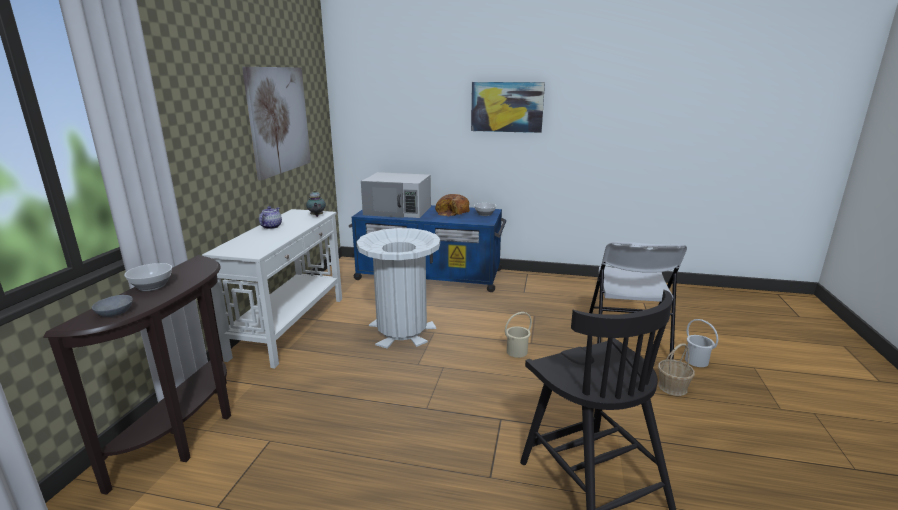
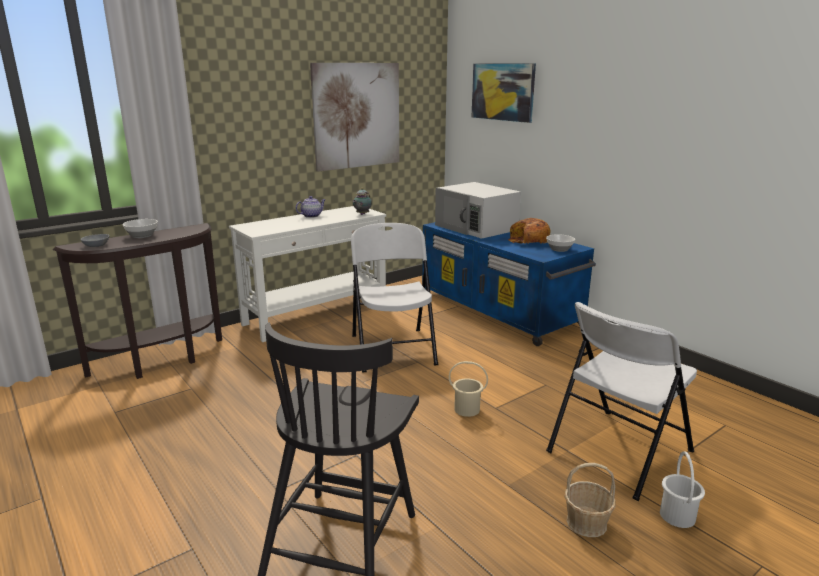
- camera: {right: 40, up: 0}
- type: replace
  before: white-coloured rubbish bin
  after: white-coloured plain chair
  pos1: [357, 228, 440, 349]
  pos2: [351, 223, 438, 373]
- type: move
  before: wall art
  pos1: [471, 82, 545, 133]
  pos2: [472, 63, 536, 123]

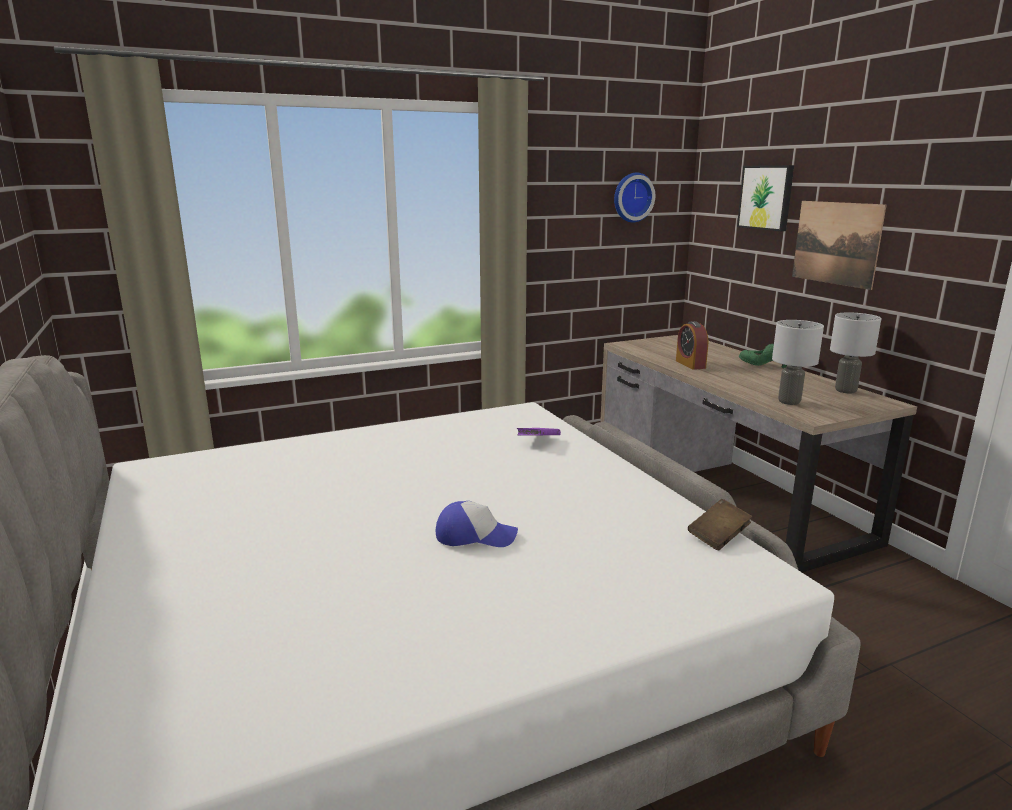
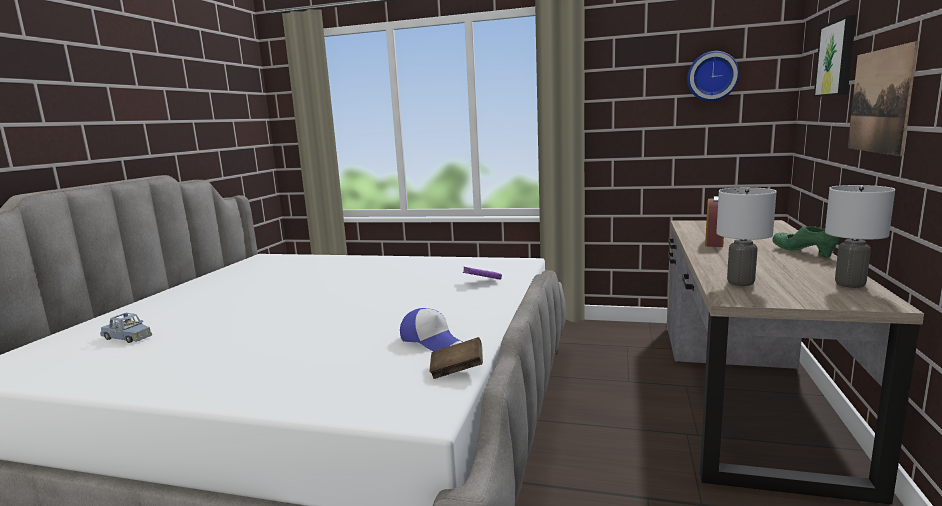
- camera: {right: 40, up: -5}
- type: move
  before: cap
  pos1: [435, 501, 518, 547]
  pos2: [400, 308, 462, 351]
- type: insert
  after: blue miniature car
  pos2: [100, 313, 152, 343]

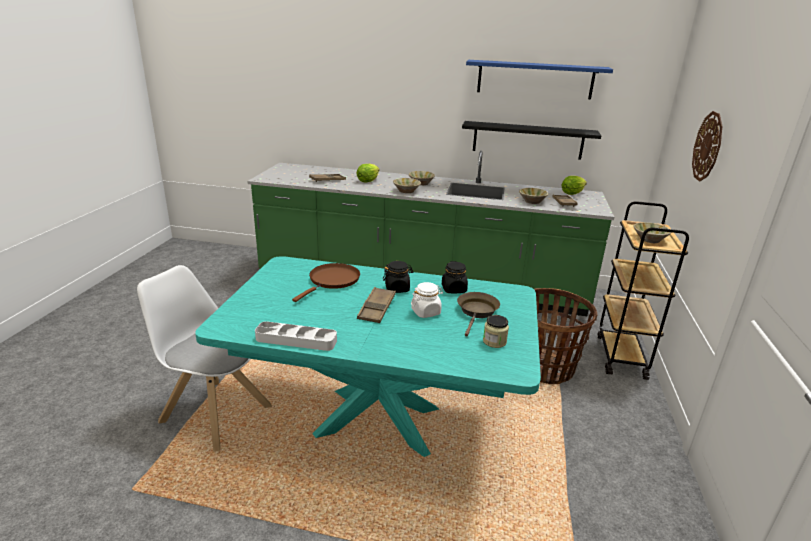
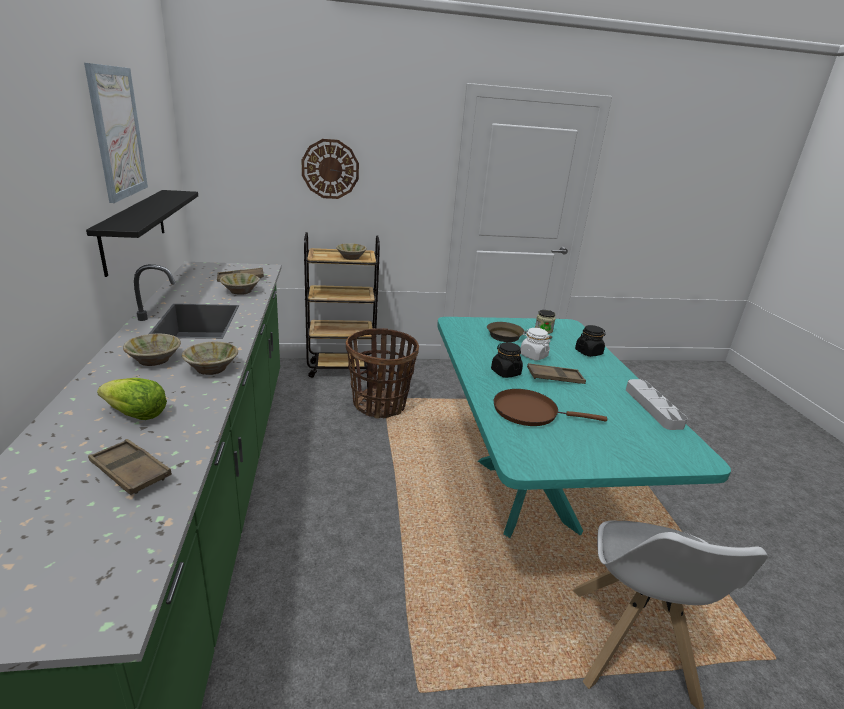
- camera: {right: -110, up: 0}
- type: move
  before: blackish jar
  pos1: [442, 261, 468, 293]
  pos2: [575, 325, 605, 357]
- type: replace
  before: blue shelf
  after: wall art
  pos1: [466, 60, 613, 99]
  pos2: [84, 63, 148, 203]
- type: delete
  before: lettuce
  pos1: [561, 176, 587, 195]

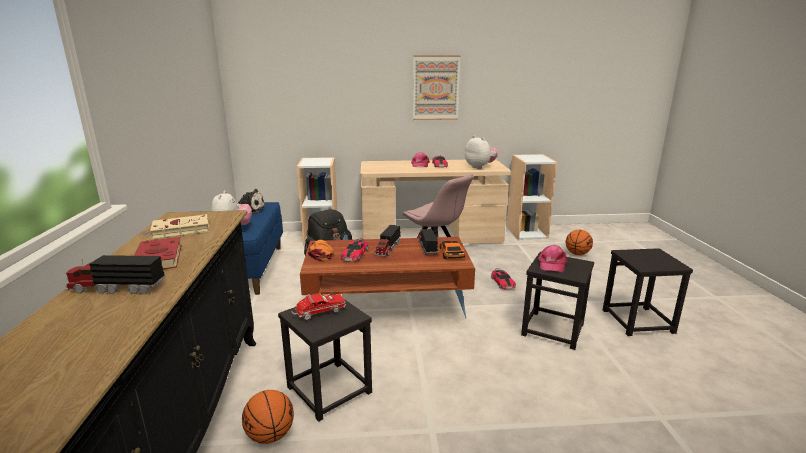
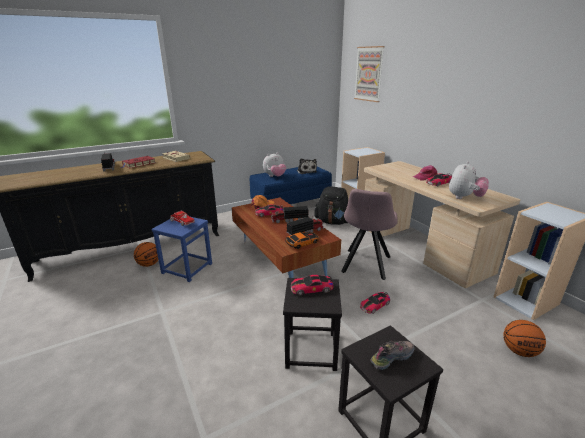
- camera: {right: 65, up: 5}
- type: recolor
  before: blackish stool seat
  after: blue stool seat
  pos1: [278, 293, 372, 422]
  pos2: [152, 217, 212, 282]
- type: move
  before: wall art
  pos1: [413, 55, 460, 120]
  pos2: [354, 46, 385, 102]
- type: replace
  before: pink-coloured cap
  after: miniature car
  pos1: [538, 245, 568, 272]
  pos2: [291, 275, 333, 296]
- type: insert
  after: item of footwear
  pos2: [370, 341, 415, 370]

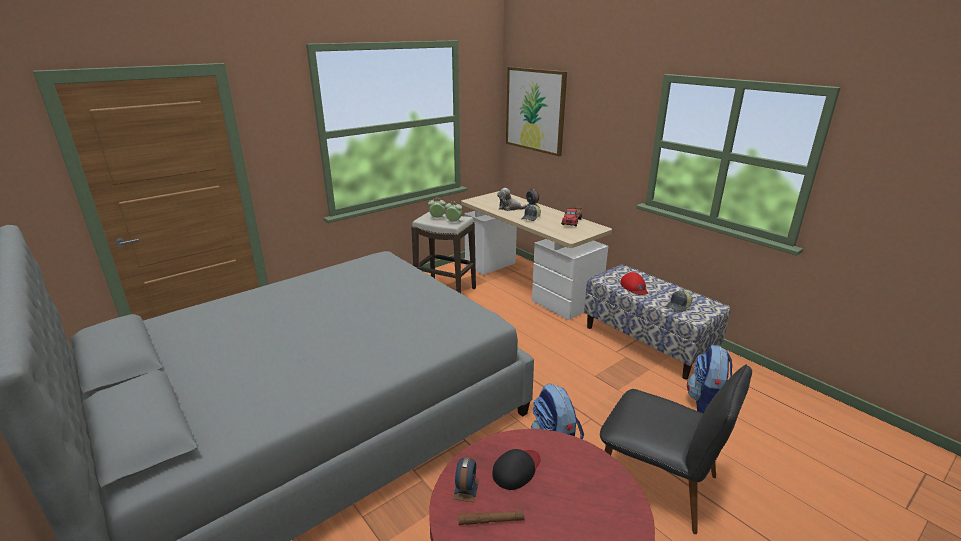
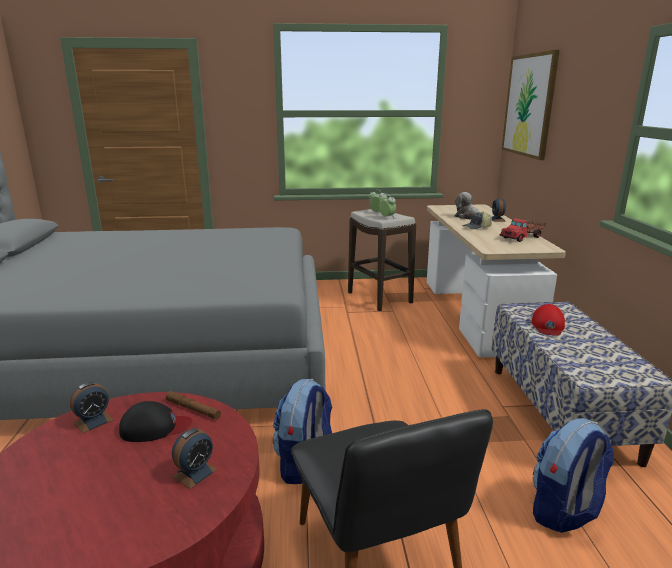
- camera: {right: 35, up: -5}
- type: move
  before: brown flashlight
  pos1: [458, 510, 525, 525]
  pos2: [166, 391, 221, 420]
- type: delete
  before: cap
  pos1: [665, 290, 692, 312]
- type: insert
  after: table clock
  pos2: [172, 428, 218, 489]

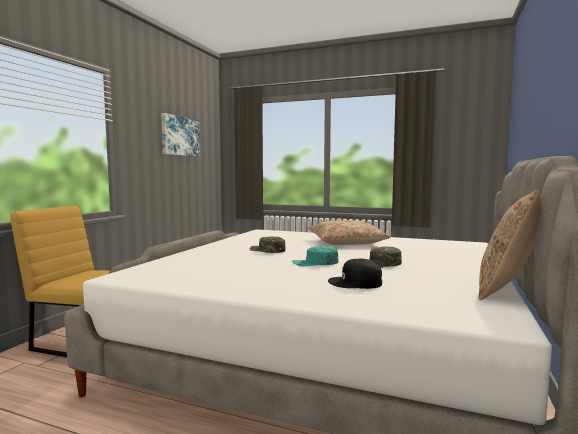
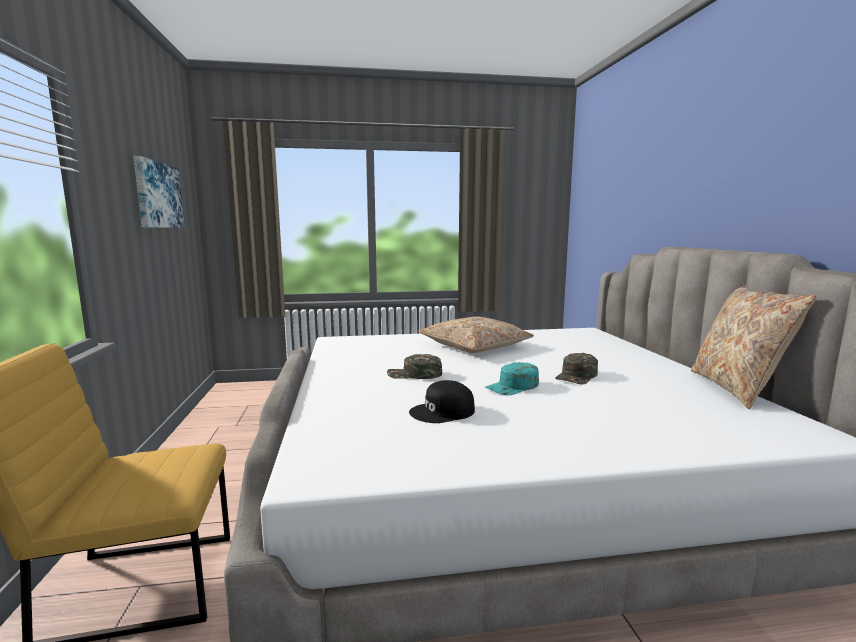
- camera: {right: -30, up: 5}
- type: move
  before: blackish cap
  pos1: [328, 259, 382, 289]
  pos2: [409, 380, 475, 423]

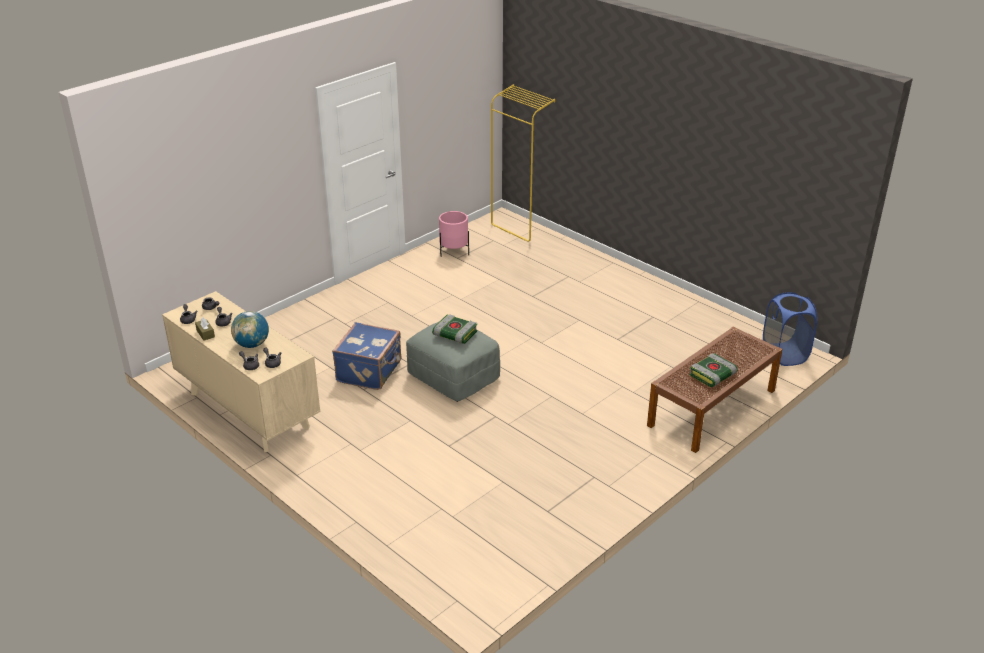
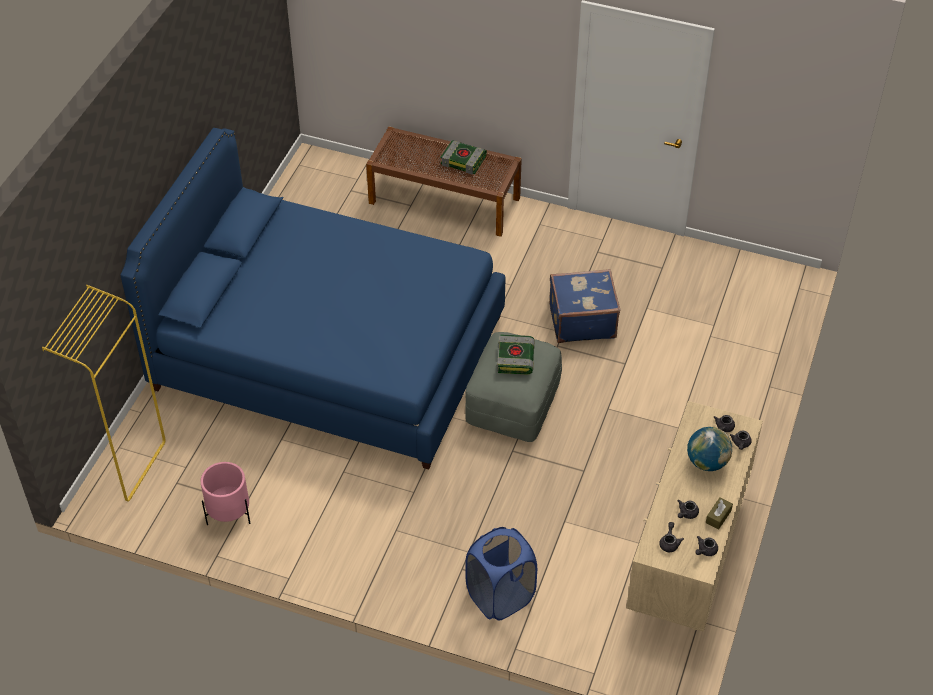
- camera: {right: -115, up: 15}
- type: move
  before: blue travel case
  pos1: [332, 322, 401, 390]
  pos2: [549, 269, 621, 343]
- type: move
  before: blue laundry basket
  pos1: [763, 292, 817, 366]
  pos2: [466, 527, 537, 620]
- type: insert
  after: blue bedroom bed
  pos2: [121, 128, 505, 469]

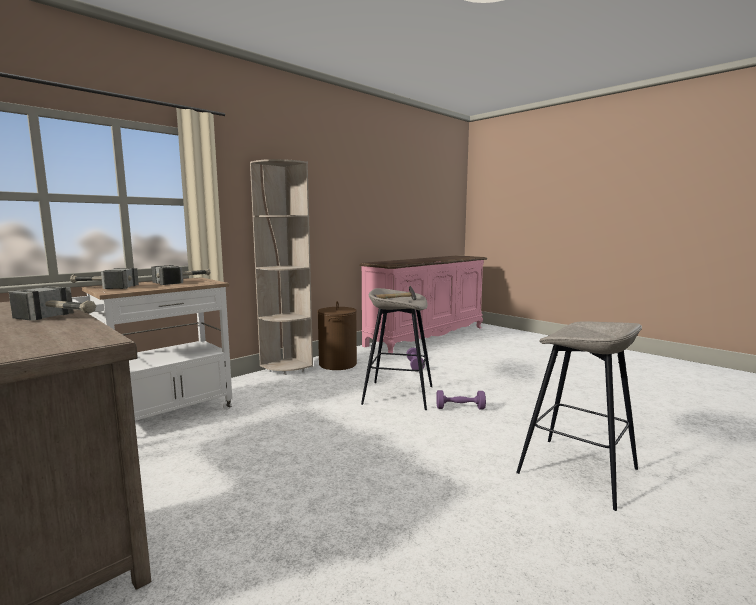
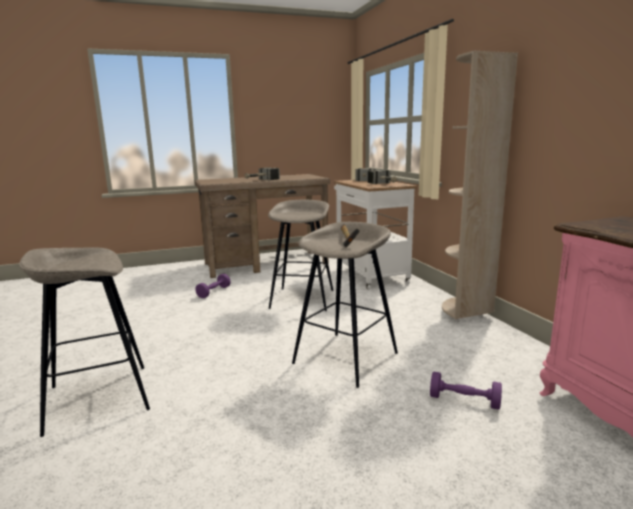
- camera: {right: 115, up: 5}
- type: delete
  before: brown laundry basket
  pos1: [317, 301, 357, 370]
- type: move
  before: purplish dumbbell
  pos1: [436, 390, 486, 409]
  pos2: [195, 274, 231, 298]
- type: insert
  after: grey stool seat
  pos2: [268, 200, 333, 311]

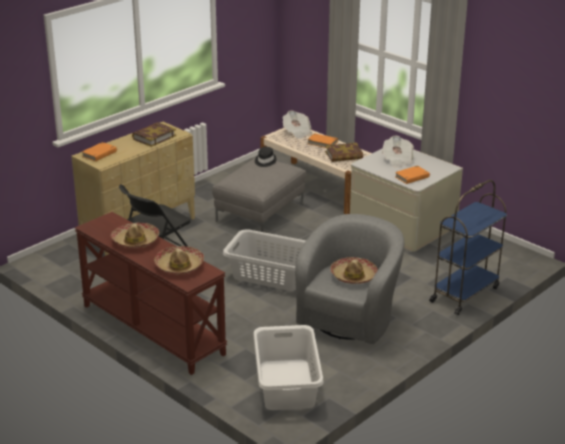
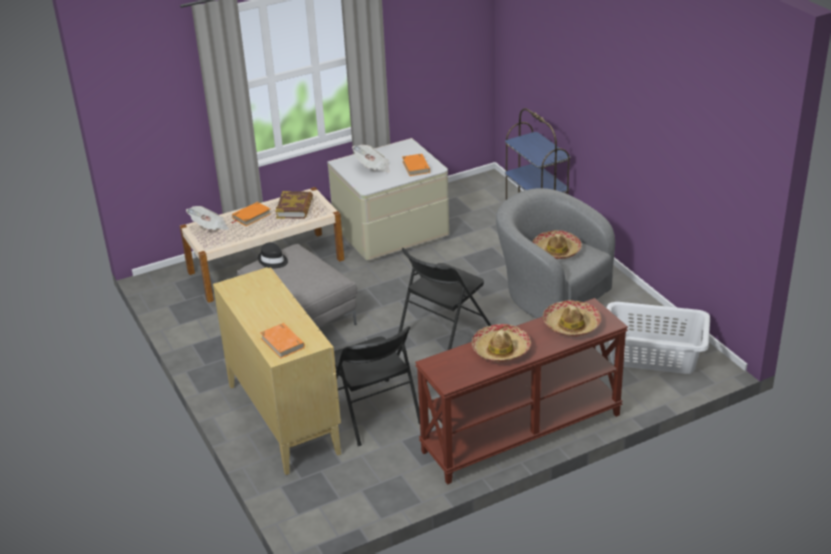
- camera: {right: -70, up: 5}
- type: delete
  before: bound book
  pos1: [132, 122, 176, 147]
- type: replace
  before: grey laundry basket
  after: blackish plain chair
  pos1: [223, 229, 306, 291]
  pos2: [398, 248, 491, 350]

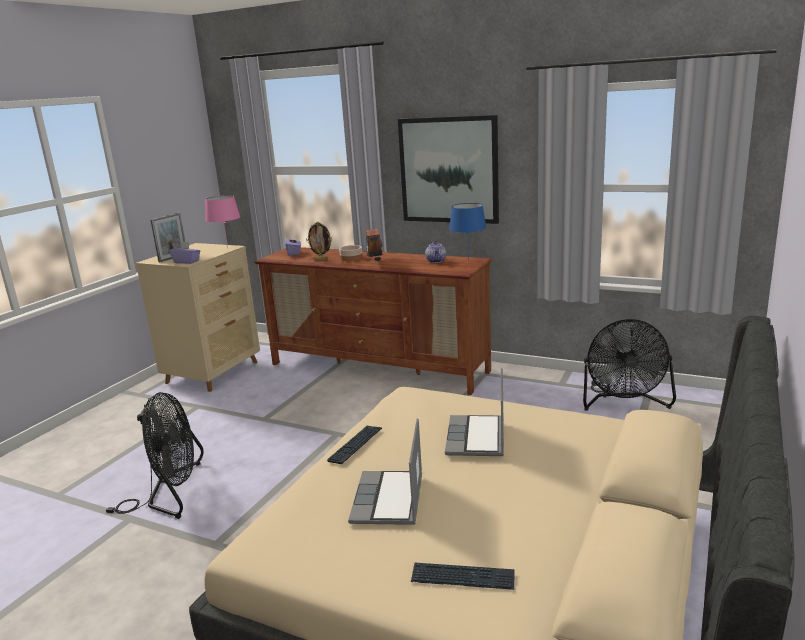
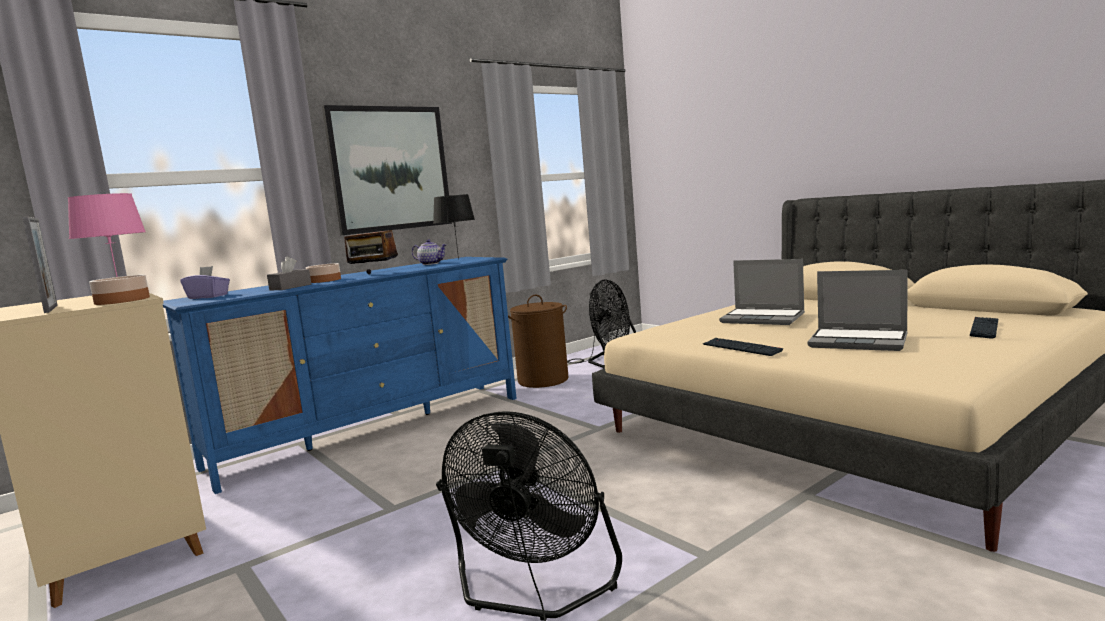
- camera: {right: -65, up: -10}
- type: replace
  before: purplish tissue holder
  after: deep dish
  pos1: [169, 241, 200, 264]
  pos2: [89, 275, 150, 305]
- type: recolor
  before: brown drawer chest
  after: blue drawer chest
  pos1: [254, 247, 492, 395]
  pos2: [163, 257, 517, 494]
- type: replace
  before: photo frame
  after: grey tissue holder
  pos1: [306, 221, 332, 261]
  pos2: [267, 257, 311, 290]
- type: recolor
  before: blue table lamp
  after: blackish table lamp
  pos1: [449, 203, 487, 258]
  pos2: [433, 194, 475, 259]
- type: insert
  after: brown laundry basket
  pos2: [508, 295, 569, 388]

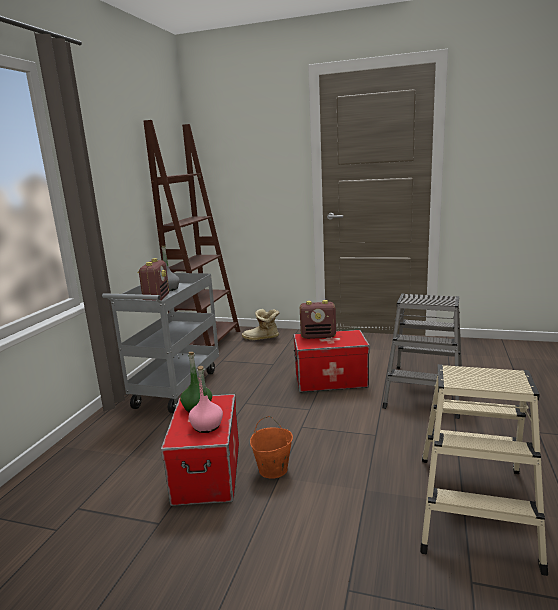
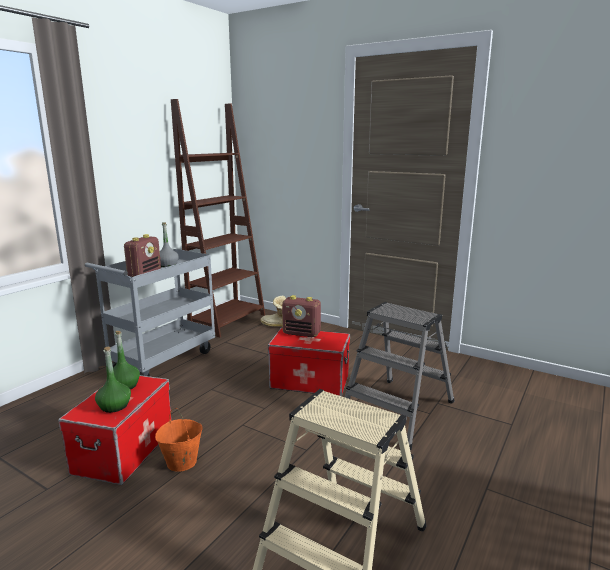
- camera: {right: 15, up: 0}
- type: recolor
  before: pink-coloured drink bottle
  after: greenish drink bottle
  pos1: [189, 366, 223, 433]
  pos2: [95, 347, 131, 413]

